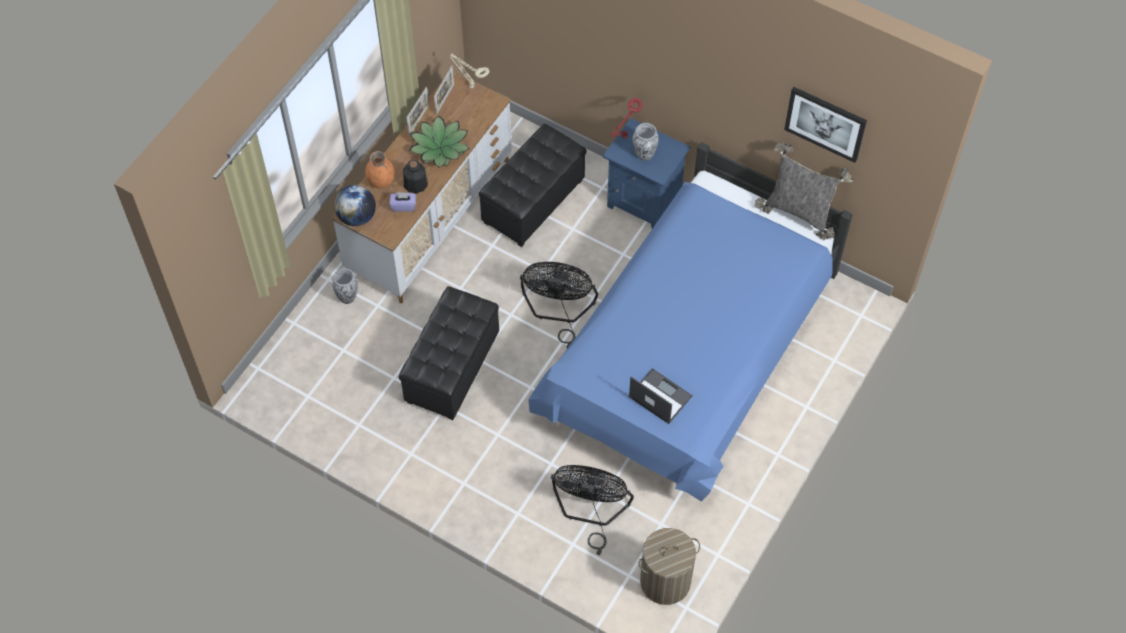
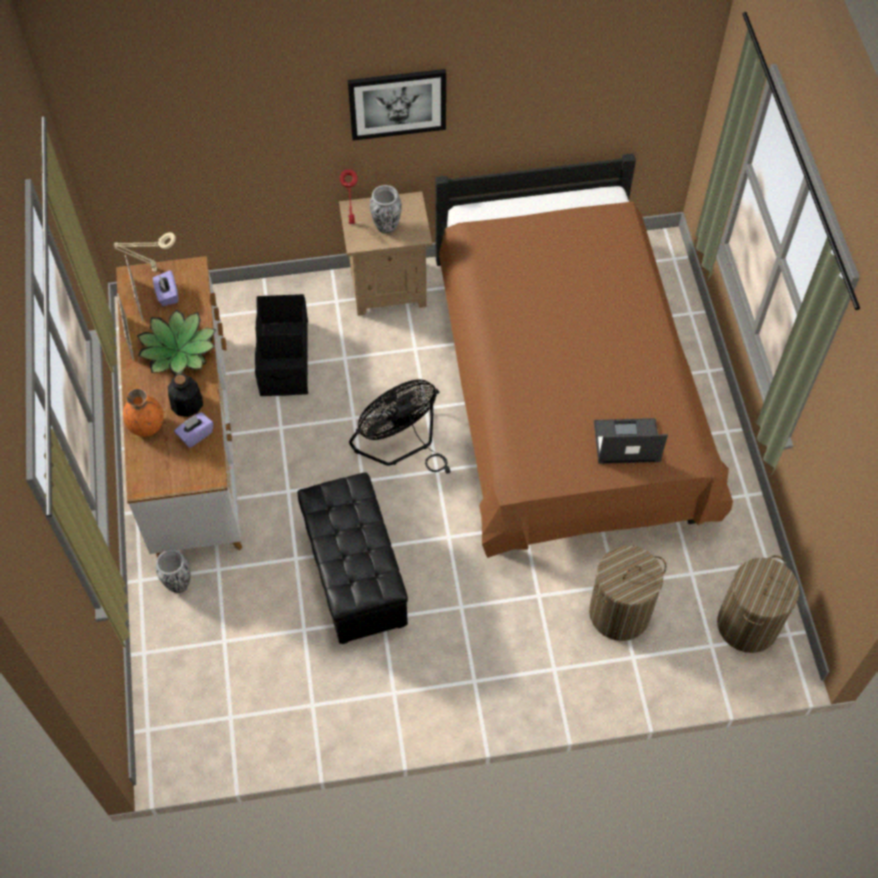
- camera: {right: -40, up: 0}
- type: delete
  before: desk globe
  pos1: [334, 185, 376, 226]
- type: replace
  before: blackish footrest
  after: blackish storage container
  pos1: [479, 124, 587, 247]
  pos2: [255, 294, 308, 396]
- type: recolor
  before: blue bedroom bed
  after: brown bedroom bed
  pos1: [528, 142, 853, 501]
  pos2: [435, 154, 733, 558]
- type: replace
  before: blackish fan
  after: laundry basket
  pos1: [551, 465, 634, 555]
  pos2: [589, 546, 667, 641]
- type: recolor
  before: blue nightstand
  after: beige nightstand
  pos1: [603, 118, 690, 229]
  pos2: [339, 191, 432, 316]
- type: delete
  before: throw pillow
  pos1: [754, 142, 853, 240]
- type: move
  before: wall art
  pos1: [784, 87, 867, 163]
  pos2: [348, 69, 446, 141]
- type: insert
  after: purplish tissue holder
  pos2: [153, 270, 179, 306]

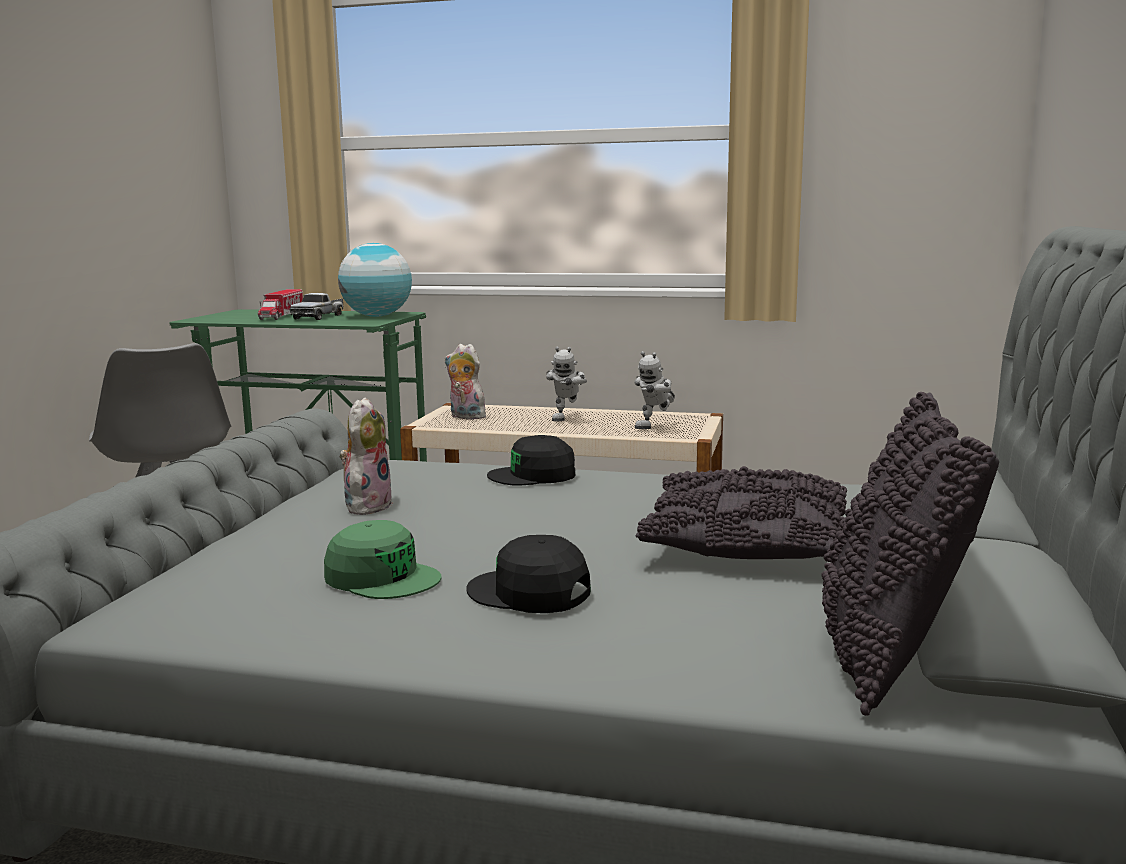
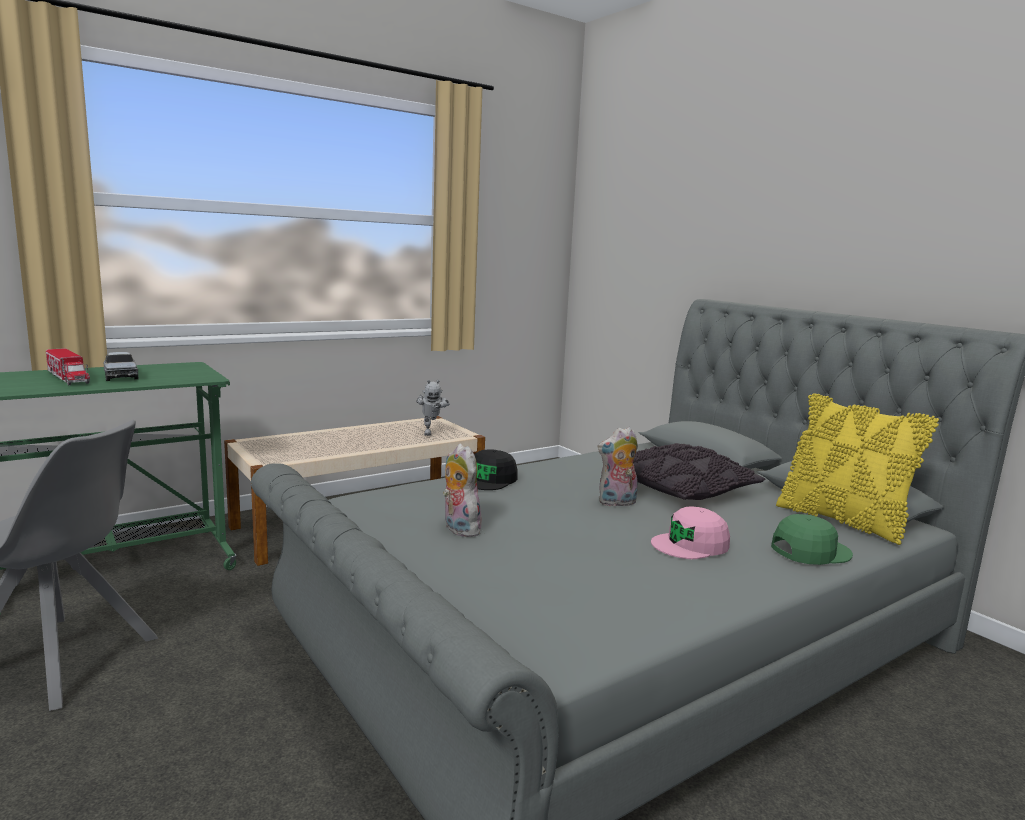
- camera: {right: -50, up: 0}
- type: move
  before: greenish cap
  pos1: [324, 520, 442, 599]
  pos2: [771, 514, 853, 565]
- type: delete
  before: desk globe
  pos1: [338, 243, 412, 317]
- type: move
  before: plush toy
  pos1: [445, 344, 486, 420]
  pos2: [598, 427, 638, 507]
- type: recolor
  before: blackish cap
  after: pink-coloured cap
  pos1: [466, 535, 591, 613]
  pos2: [651, 506, 730, 559]
- type: delete
  before: toy robot
  pos1: [546, 347, 587, 421]
- type: recolor
  before: blackish throw pillow
  after: yellow-coloured throw pillow
  pos1: [821, 392, 999, 716]
  pos2: [776, 393, 939, 545]

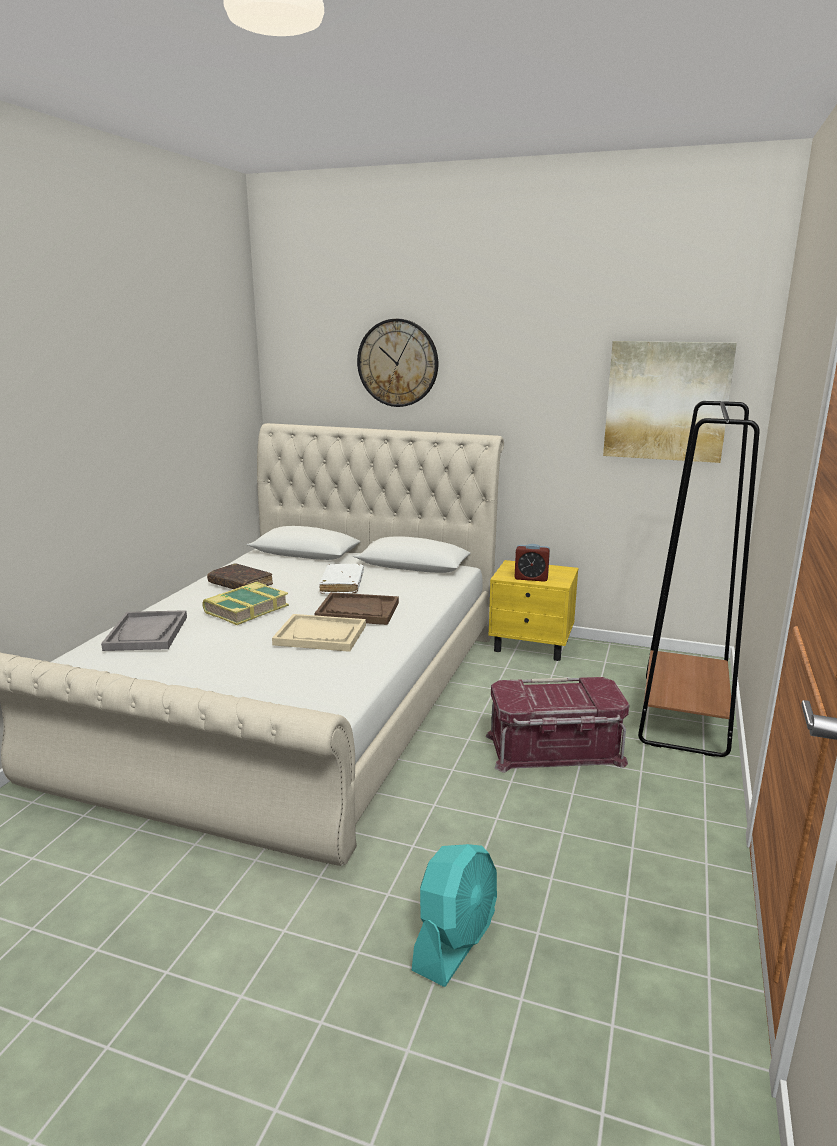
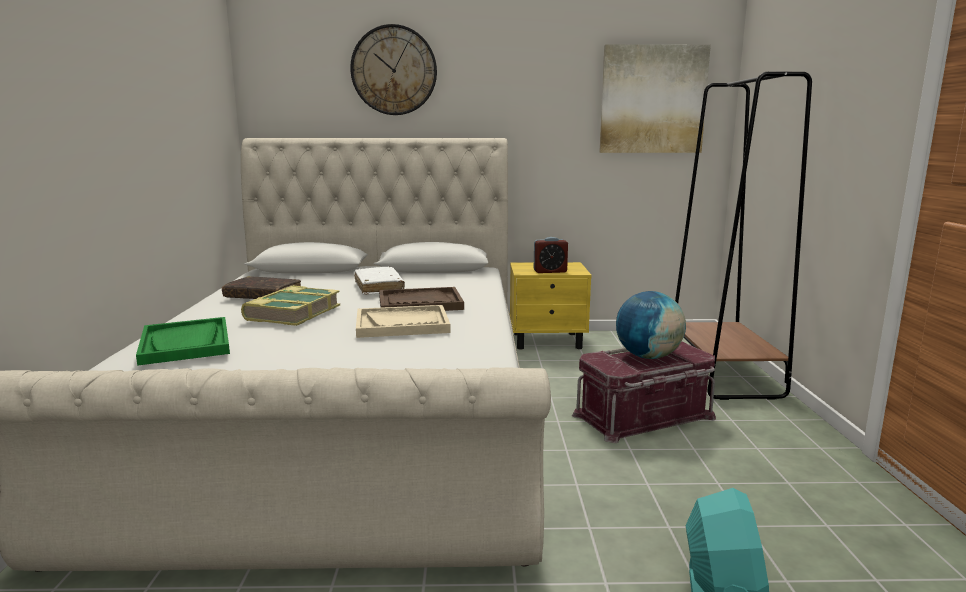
- camera: {right: -20, up: -5}
- type: recolor
  before: grey tray
  after: greenish tray
  pos1: [101, 610, 187, 651]
  pos2: [136, 317, 230, 366]
- type: insert
  after: desk globe
  pos2: [616, 291, 686, 359]

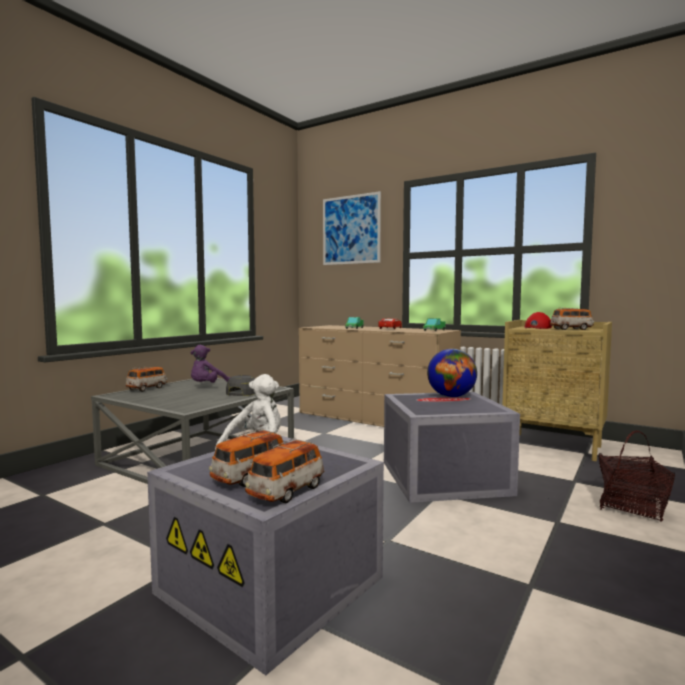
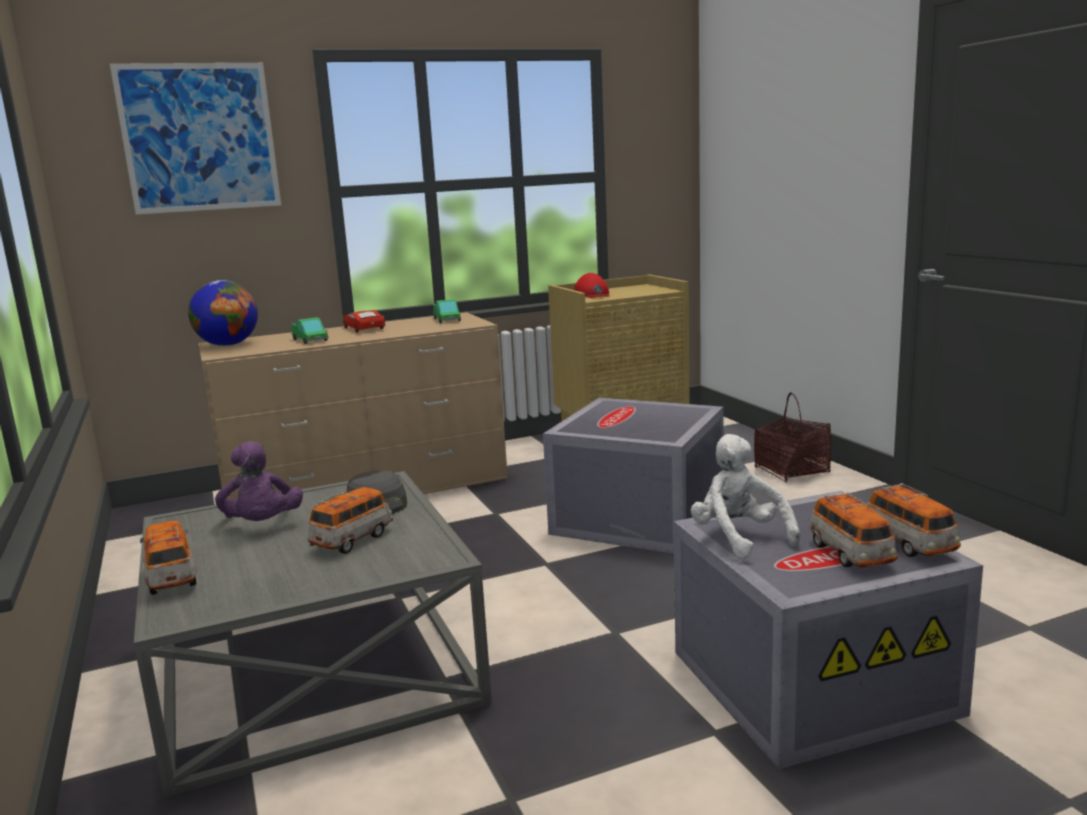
- camera: {right: -55, up: 10}
- type: move
  before: desk globe
  pos1: [427, 349, 477, 397]
  pos2: [188, 280, 258, 346]
- type: move
  before: miniature car
  pos1: [550, 308, 594, 330]
  pos2: [308, 487, 393, 554]

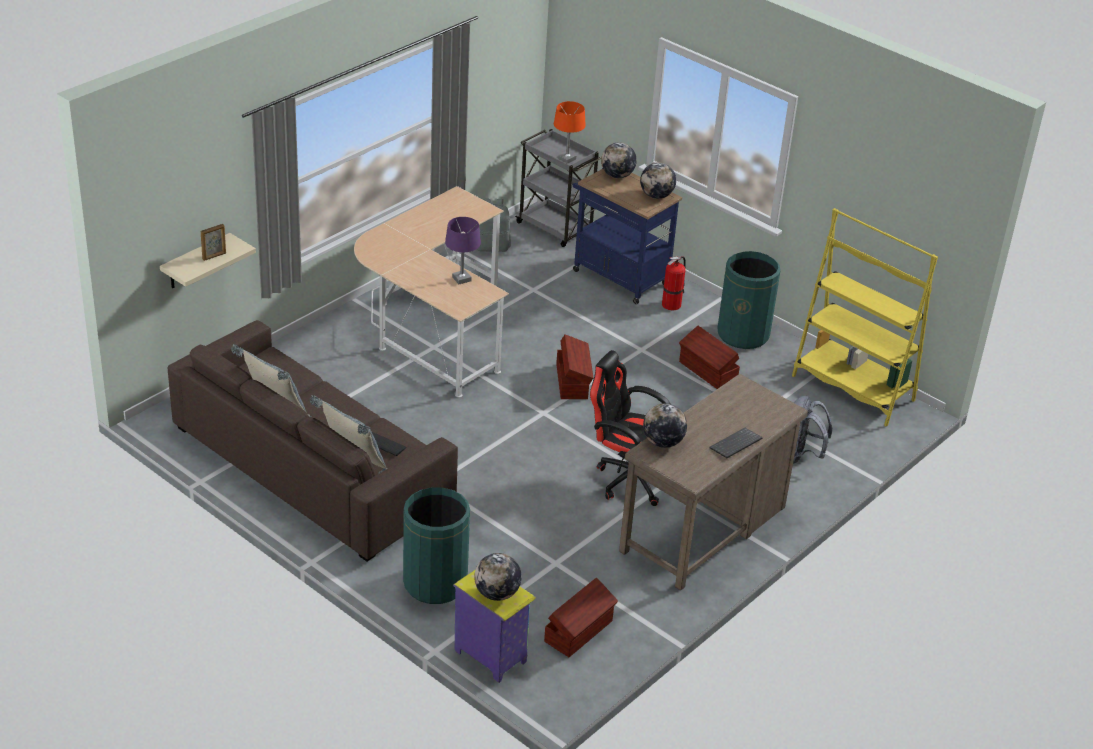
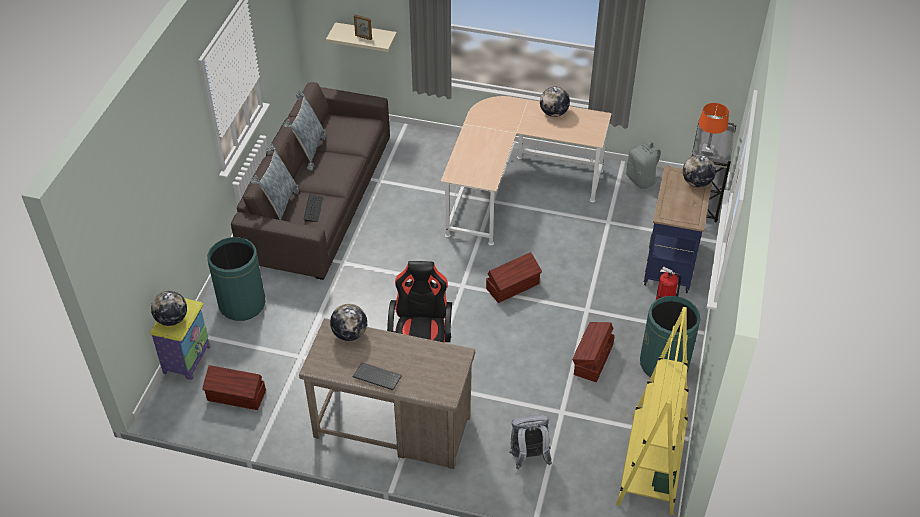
- camera: {right: 65, up: 10}
- type: delete
  before: purplish table lamp
  pos1: [445, 217, 481, 284]
- type: move
  before: desk globe
  pos1: [640, 162, 676, 199]
  pos2: [540, 87, 570, 117]

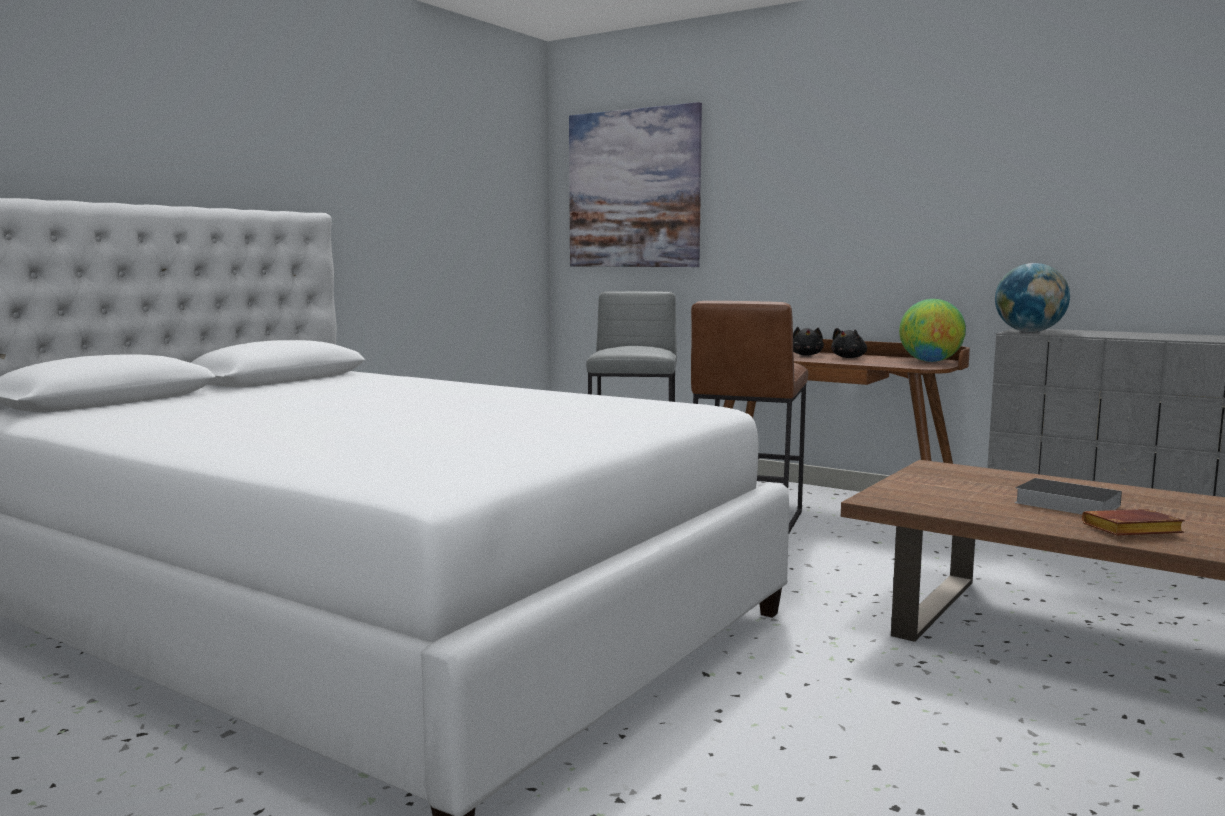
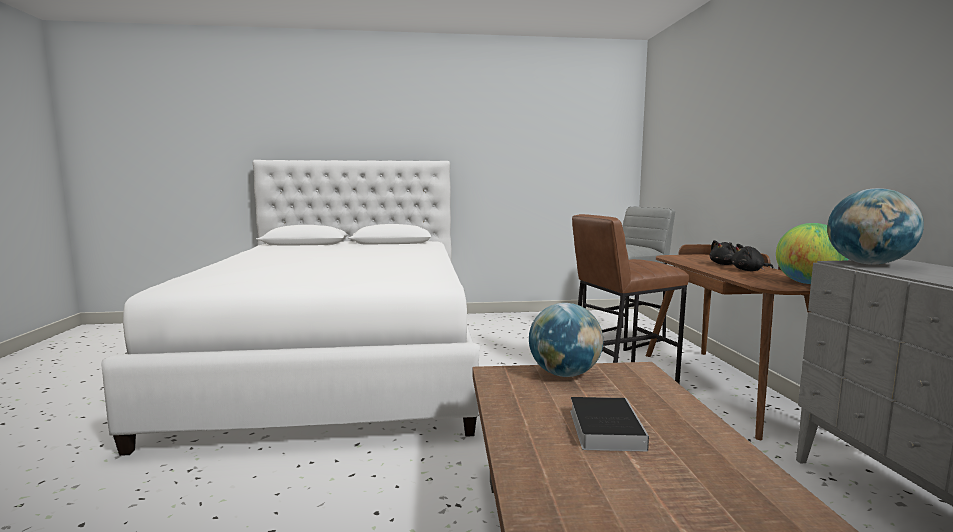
- camera: {right: 50, up: 0}
- type: delete
  before: wall art
  pos1: [569, 102, 702, 267]
- type: delete
  before: brown bound book
  pos1: [1082, 509, 1185, 535]
- type: insert
  after: desk globe
  pos2: [529, 303, 603, 377]

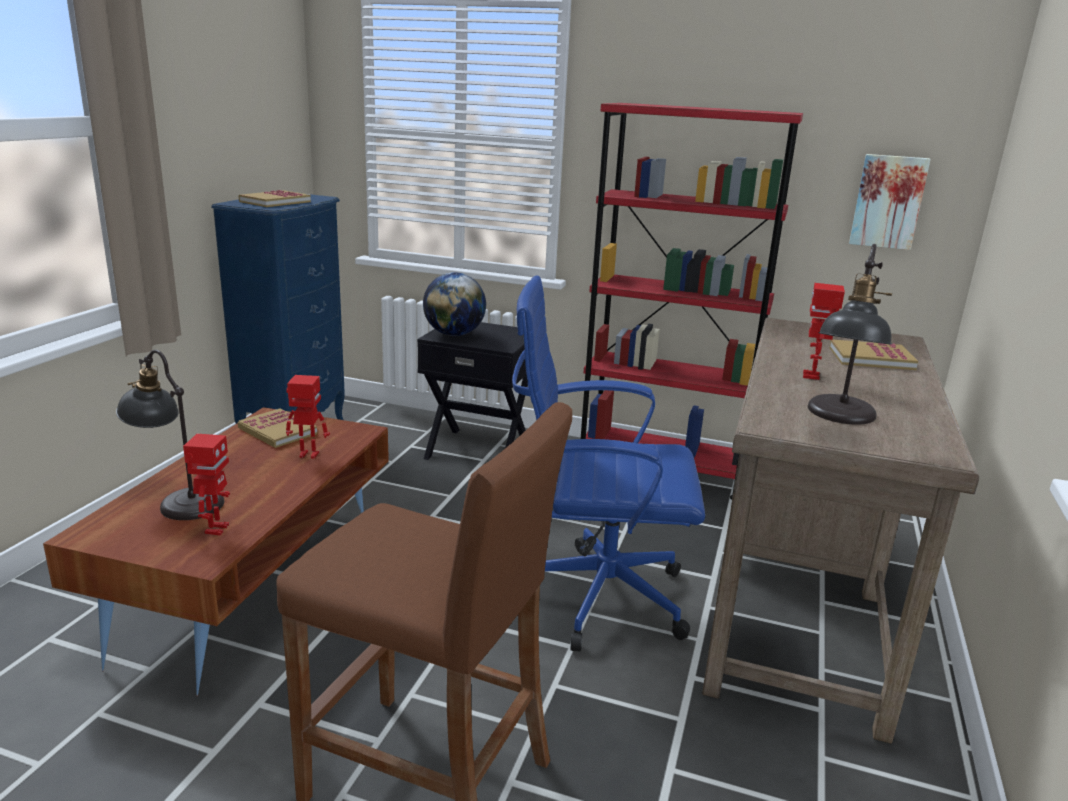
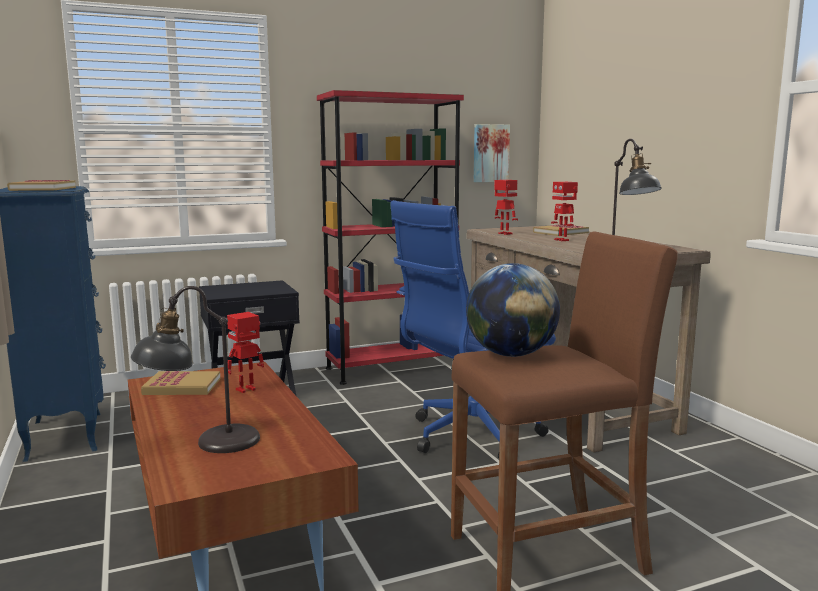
- camera: {right: -40, up: -10}
- type: move
  before: toy robot
  pos1: [183, 434, 230, 536]
  pos2: [494, 180, 518, 235]
- type: move
  before: desk globe
  pos1: [423, 272, 486, 336]
  pos2: [466, 263, 560, 357]

